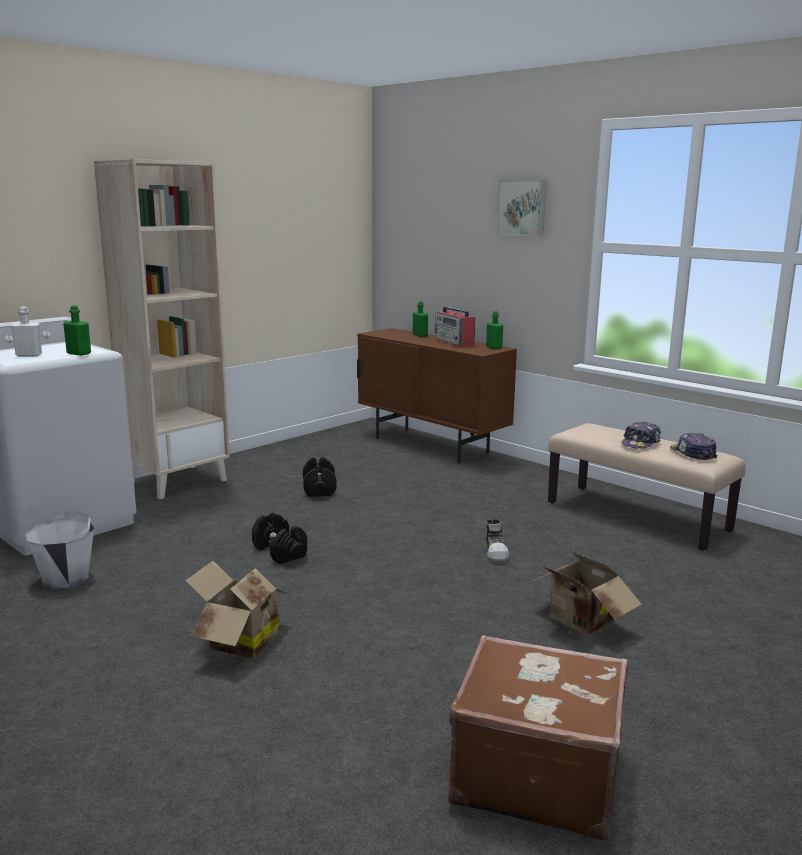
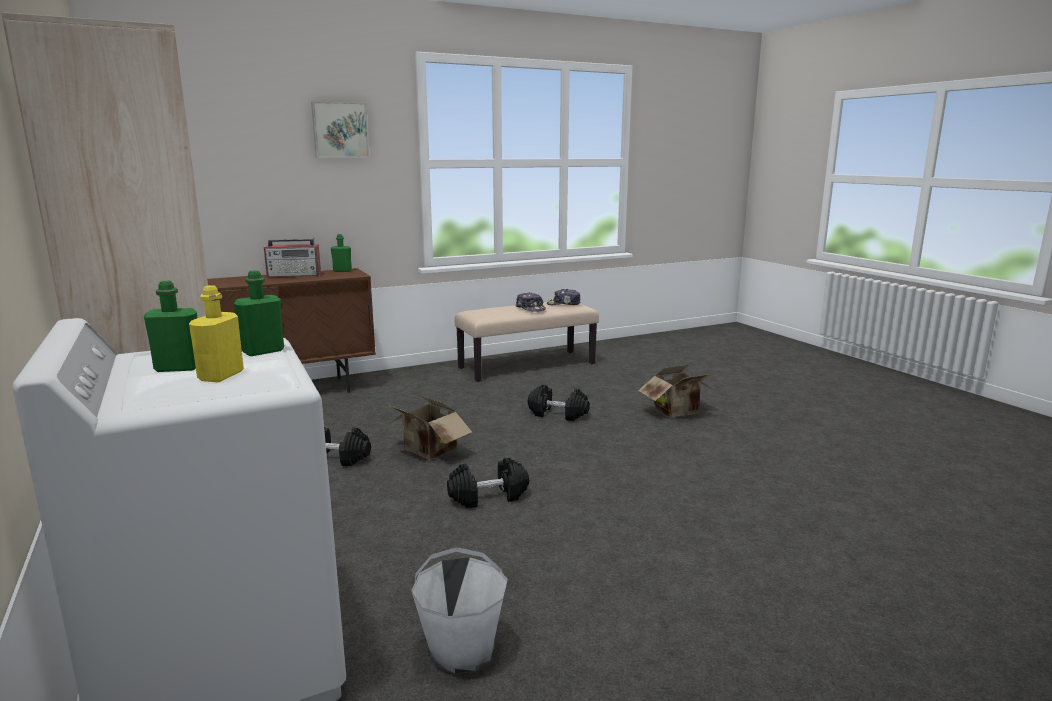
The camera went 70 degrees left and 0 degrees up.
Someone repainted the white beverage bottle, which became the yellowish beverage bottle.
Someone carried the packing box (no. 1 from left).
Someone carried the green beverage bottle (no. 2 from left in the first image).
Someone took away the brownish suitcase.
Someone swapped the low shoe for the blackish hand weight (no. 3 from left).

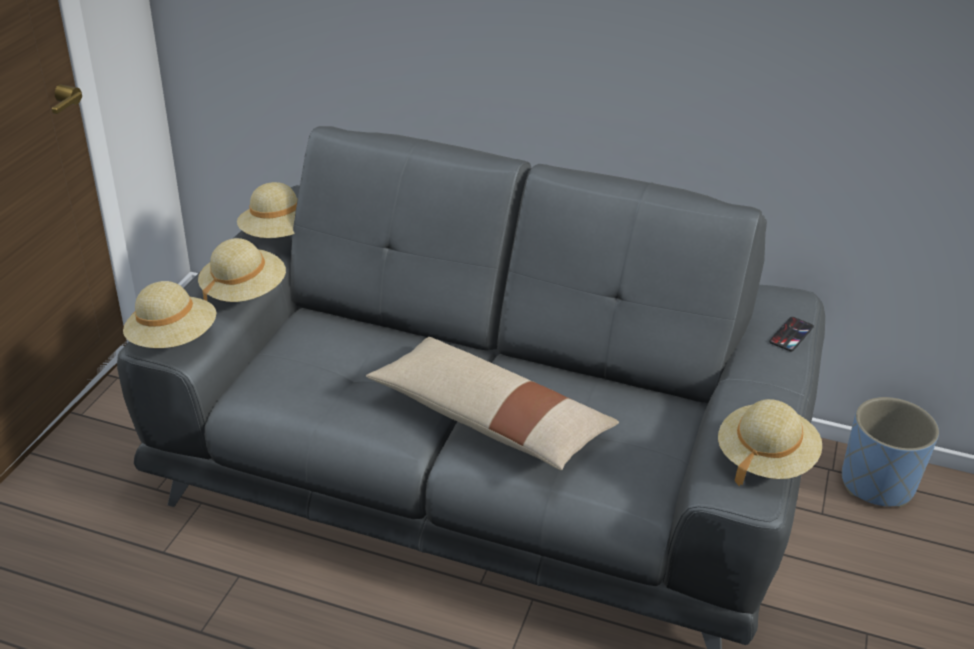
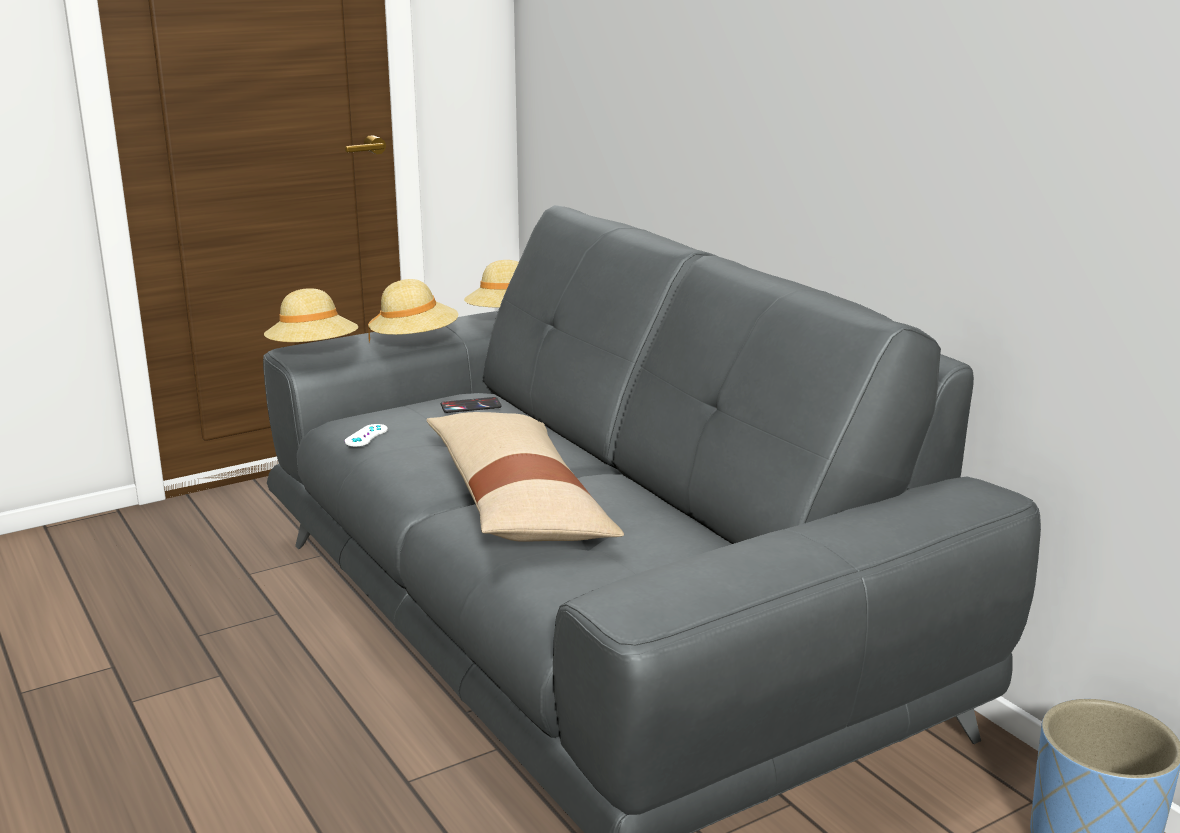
The camera went 40 degrees right and 15 degrees down.
Someone took away the sand-coloured clothing hat (no. 4 from left).
Someone carried the phone.
Someone put down the white joypad.

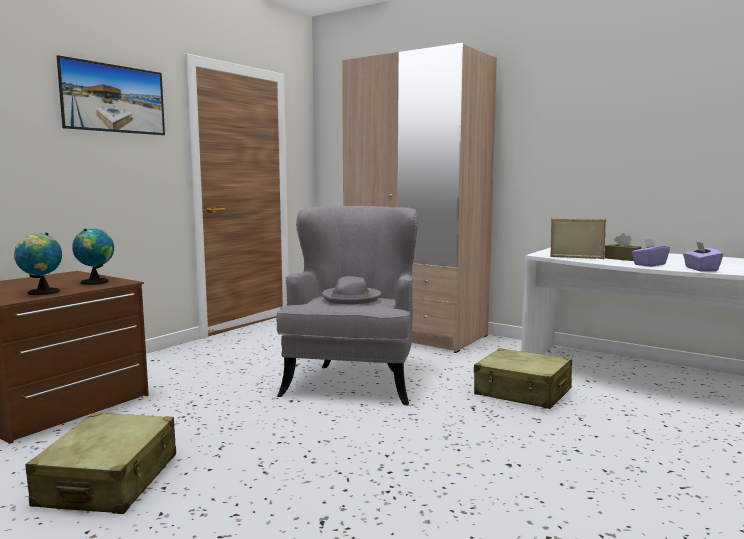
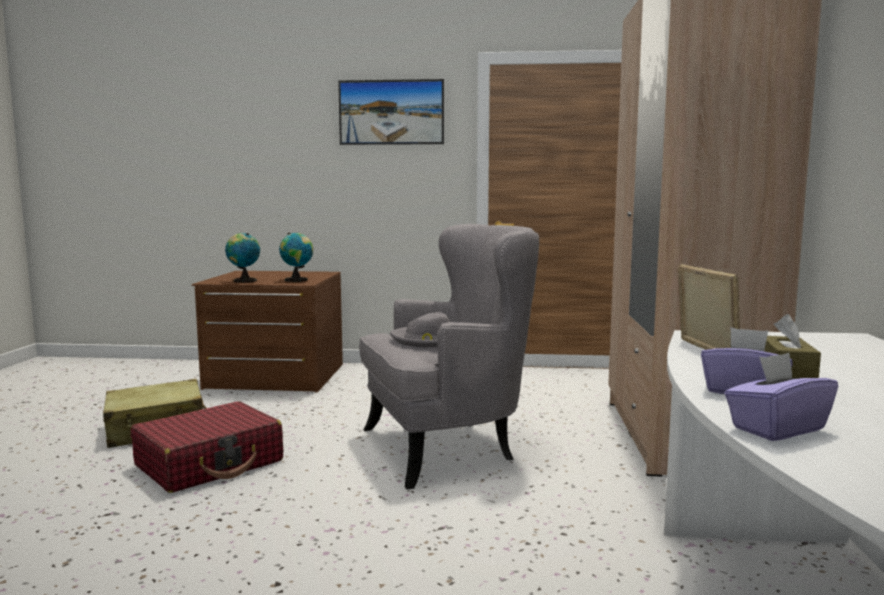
The camera went 60 degrees right and 0 degrees up.
Someone took away the sand-coloured suitcase (no. 2 from left).
Someone put down the red suitcase.

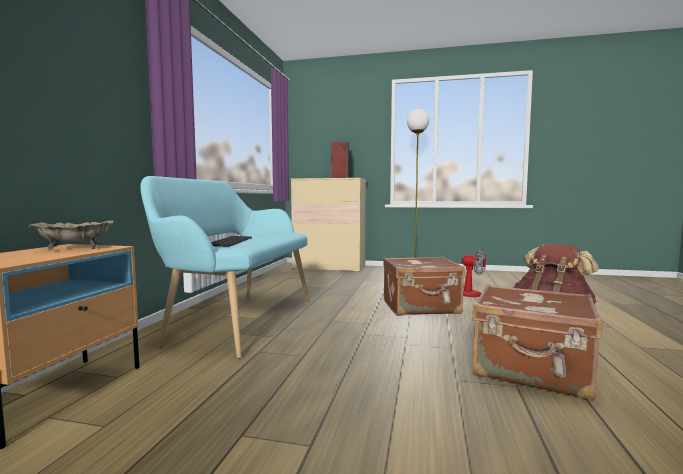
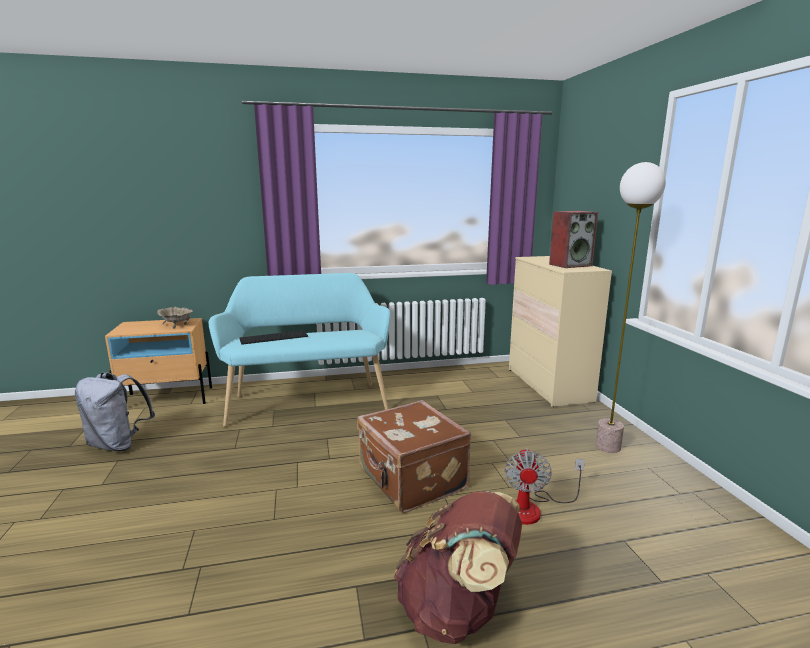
The camera went 65 degrees right and 10 degrees up.
Someone took away the brownish suitcase (no. 2 from left).
Someone put down the greyish backpack.

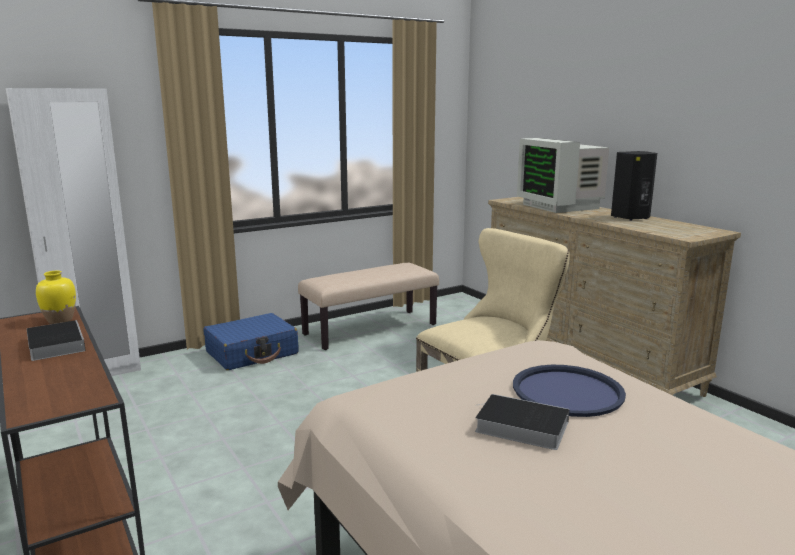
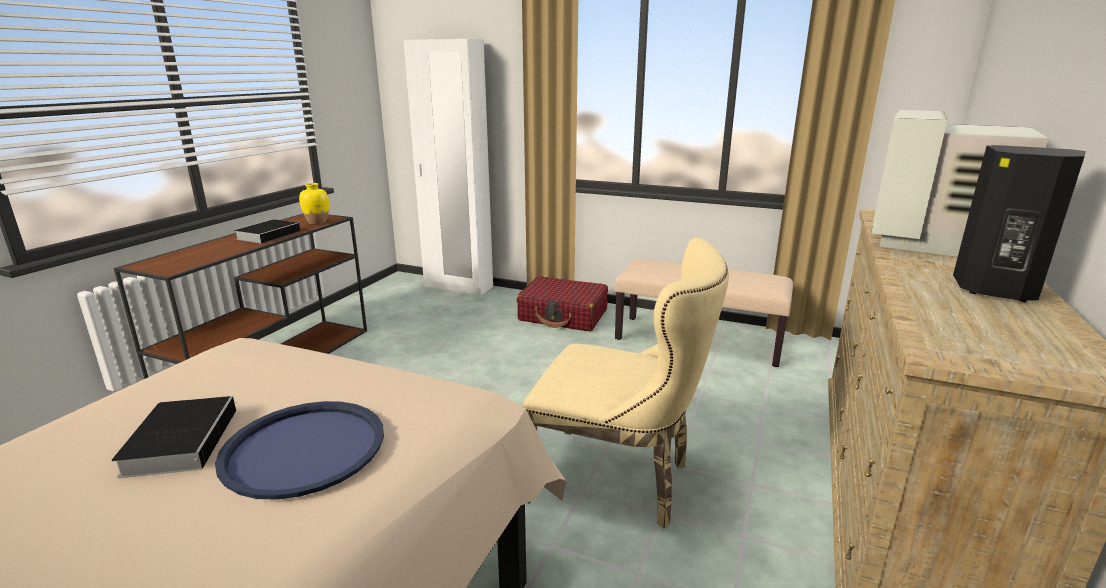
The camera went 55 degrees right and 5 degrees up.
Someone repainted the blue suitcase, which became the red suitcase.

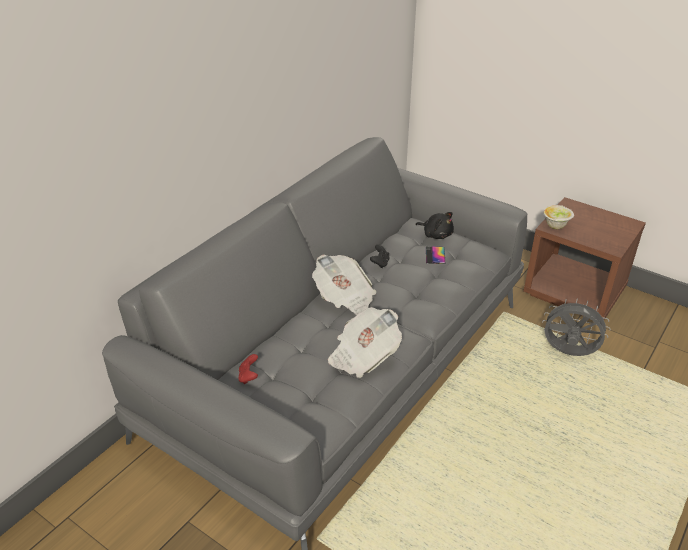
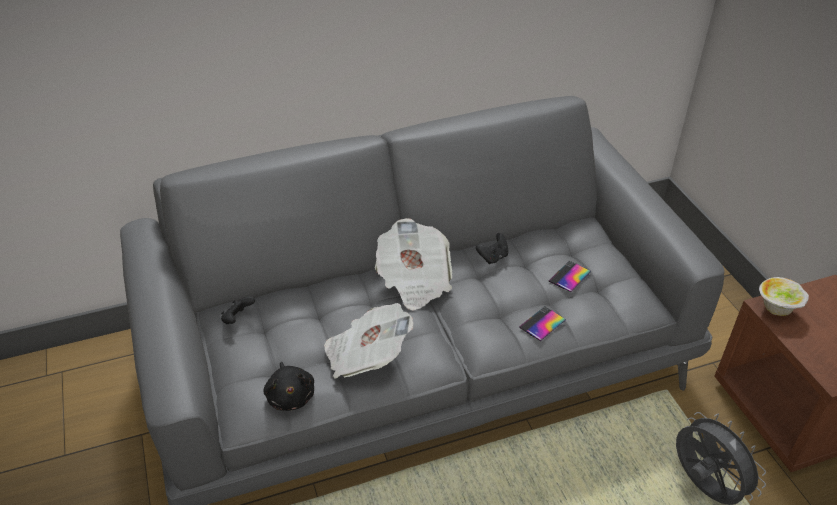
The camera went 35 degrees right and 5 degrees up.
Someone repainted the red joypad, which became the blackish joypad (no. 1 from left).
Someone carried the blackish cuddly toy.
Someone put down the phone (no. 1 from left).

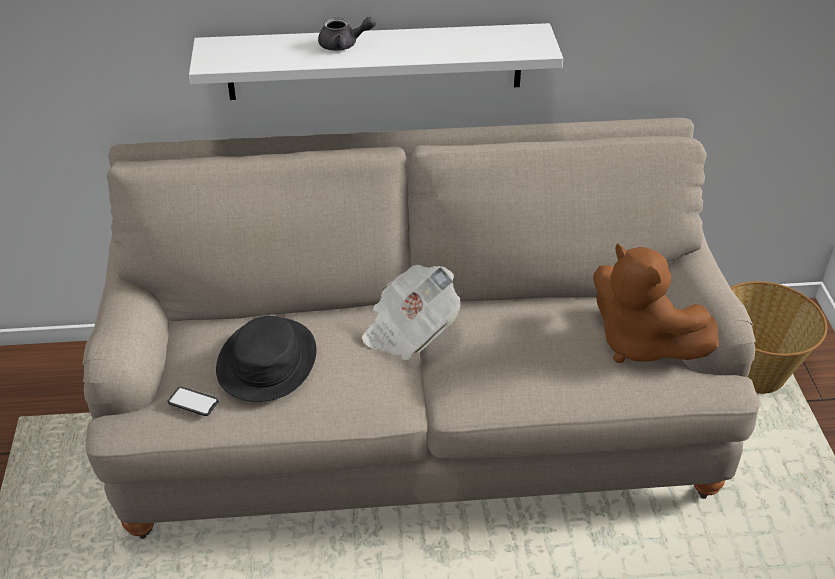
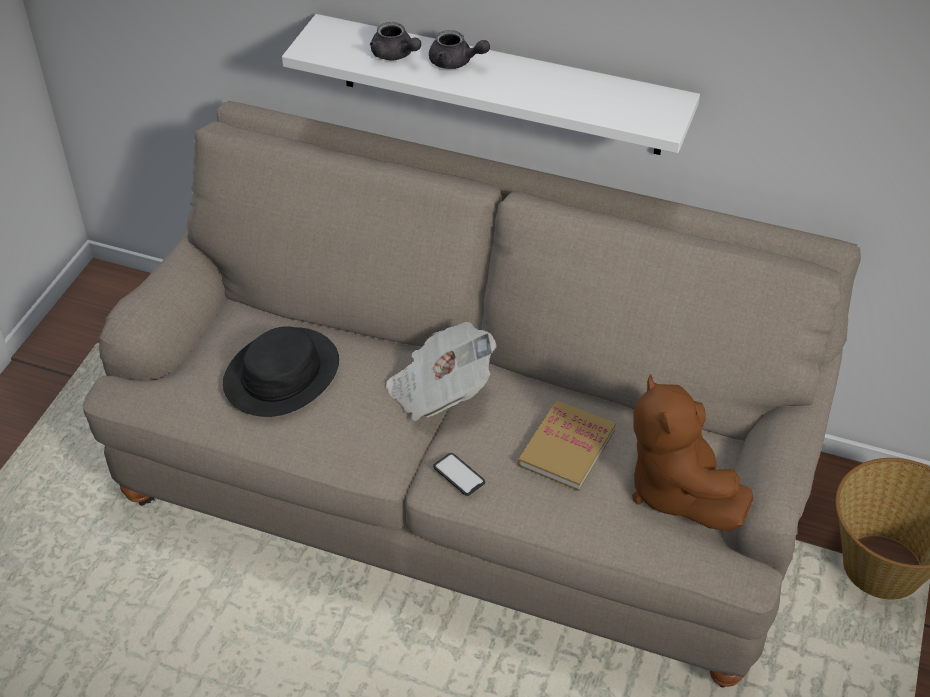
The camera went 25 degrees right and 5 degrees up.
Someone carried the phone.
Someone put down the greyish teapot (no. 1 from left).
Someone put down the book.

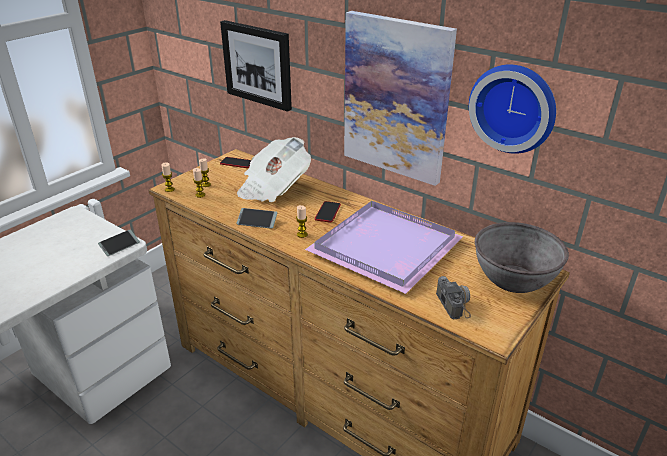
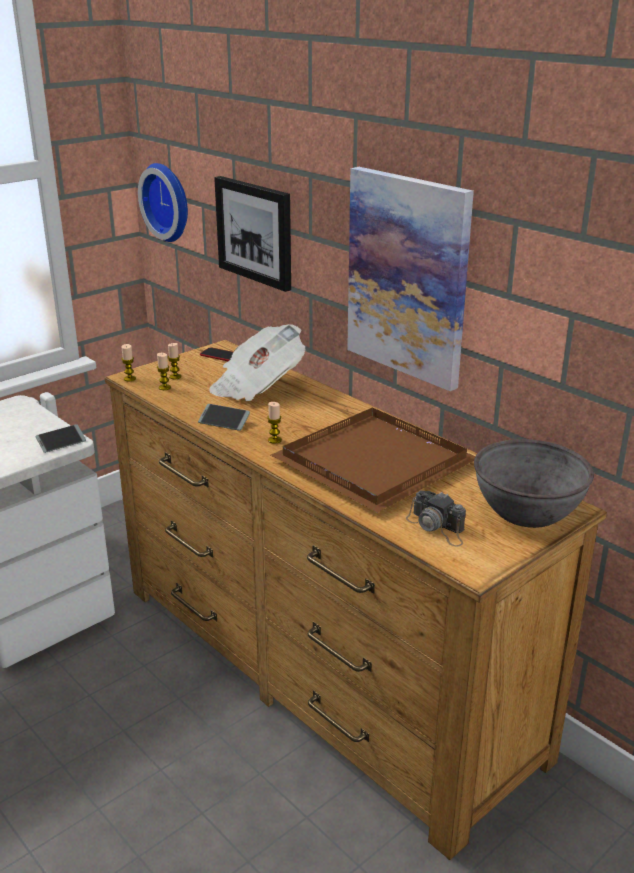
The camera went 10 degrees right and 5 degrees down.
Someone repainted the purple tray, which became the brownish tray.
Someone took away the phone (no. 4 from left).
Someone rotated the still camera by 135 degrees clockwise.
Someone carried the clock on the wall.

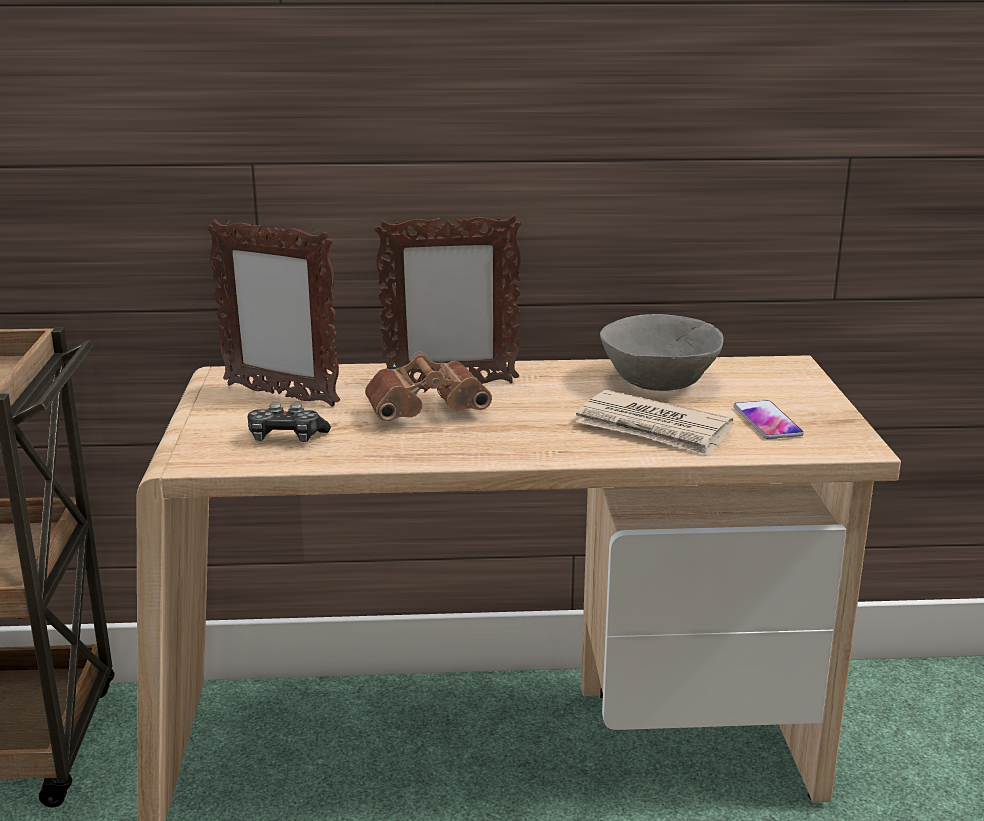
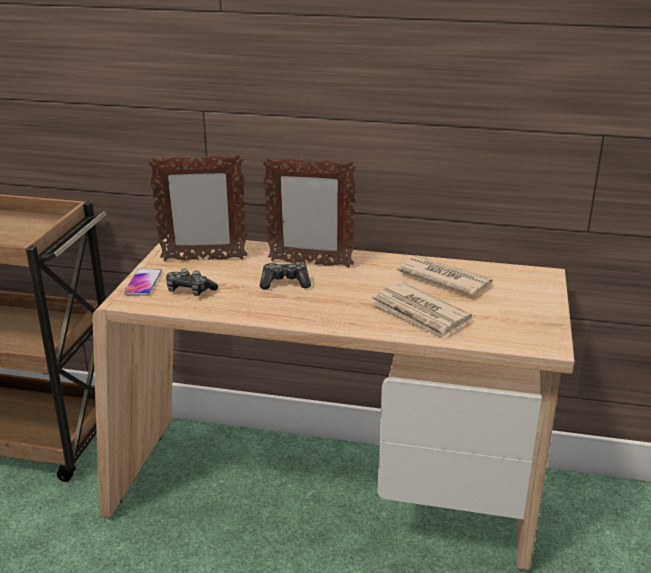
The camera went 15 degrees right and 5 degrees up.
Someone rotated the picture frame (no. 1 from left) by 45 degrees counterclockwise.
Someone swapped the brownish binoculars for the joypad (no. 2 from left).
Someone swapped the greyish deep dish for the printed paper (no. 2 from left).
Someone carried the phone.

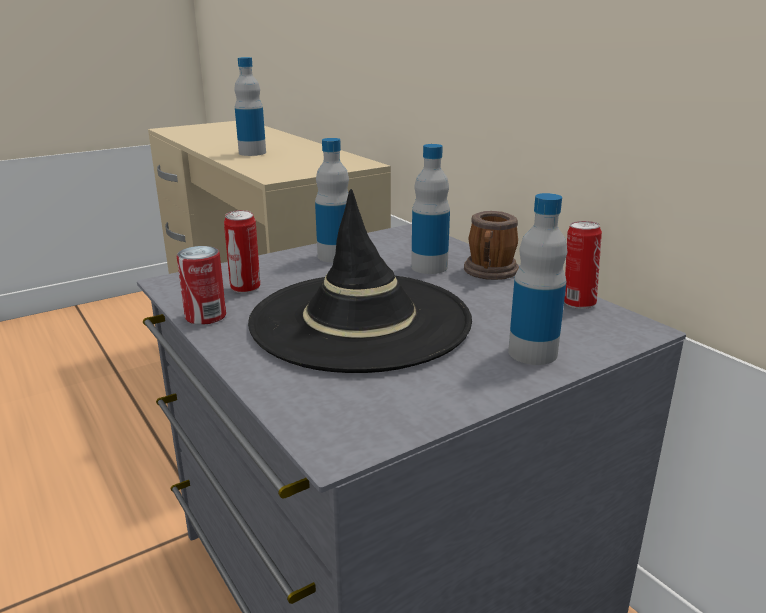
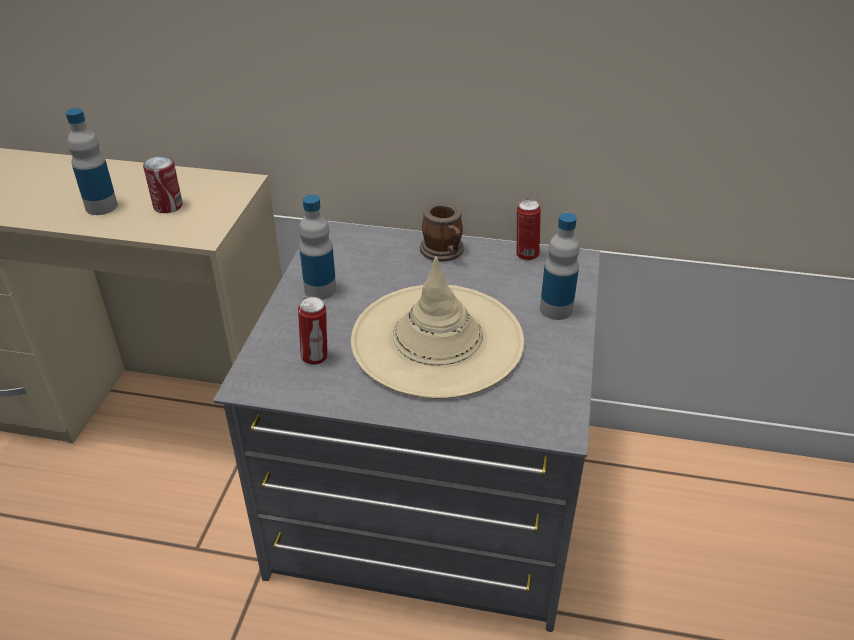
The camera went 45 degrees left and 15 degrees up.
Someone carried the can (no. 1 from left).
Someone repainted the blackish clothing hat, which became the sand-coloured clothing hat.
Someone took away the beverage bottle (no. 3 from left).

